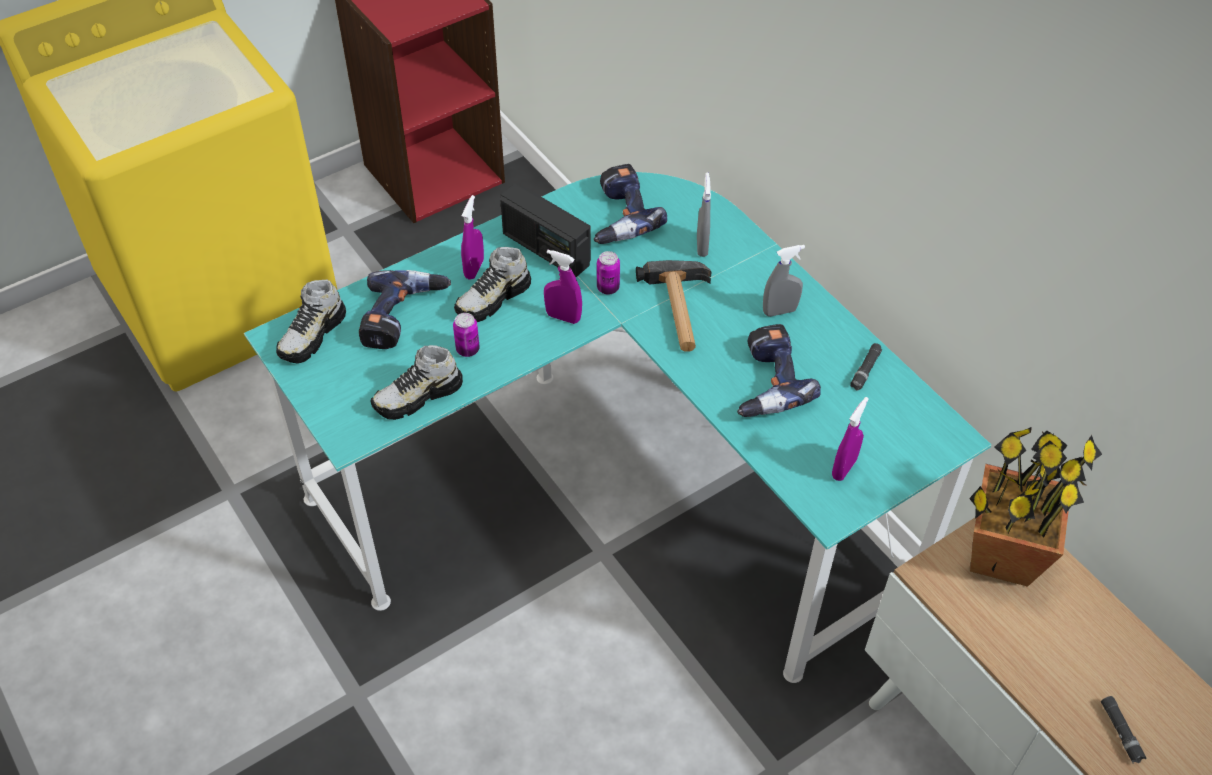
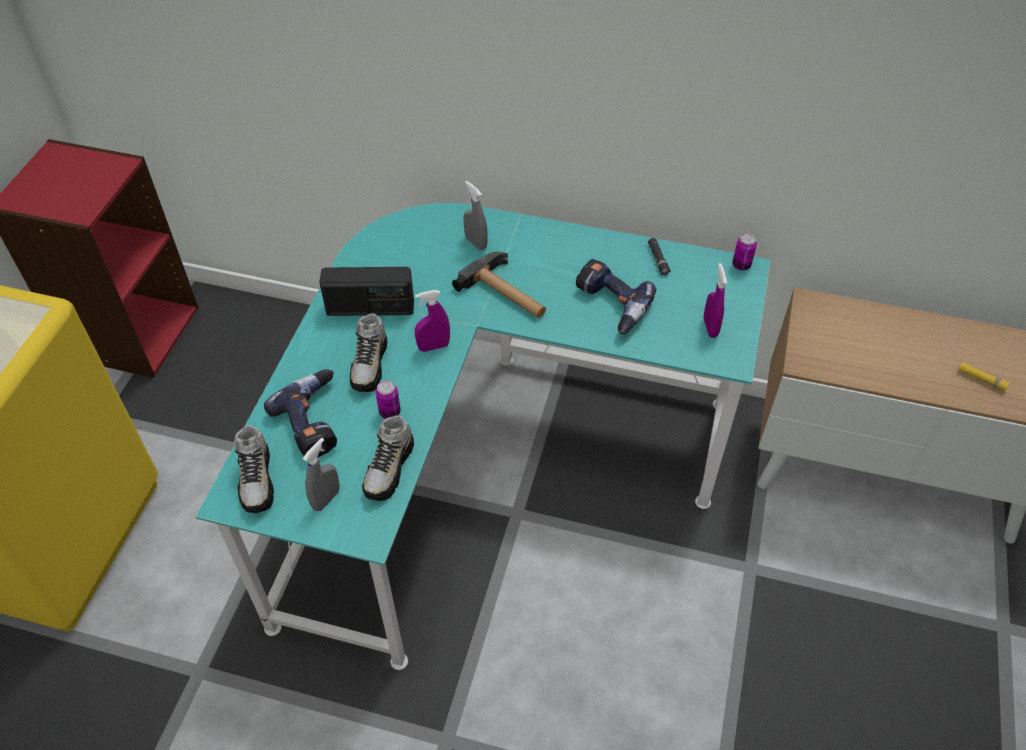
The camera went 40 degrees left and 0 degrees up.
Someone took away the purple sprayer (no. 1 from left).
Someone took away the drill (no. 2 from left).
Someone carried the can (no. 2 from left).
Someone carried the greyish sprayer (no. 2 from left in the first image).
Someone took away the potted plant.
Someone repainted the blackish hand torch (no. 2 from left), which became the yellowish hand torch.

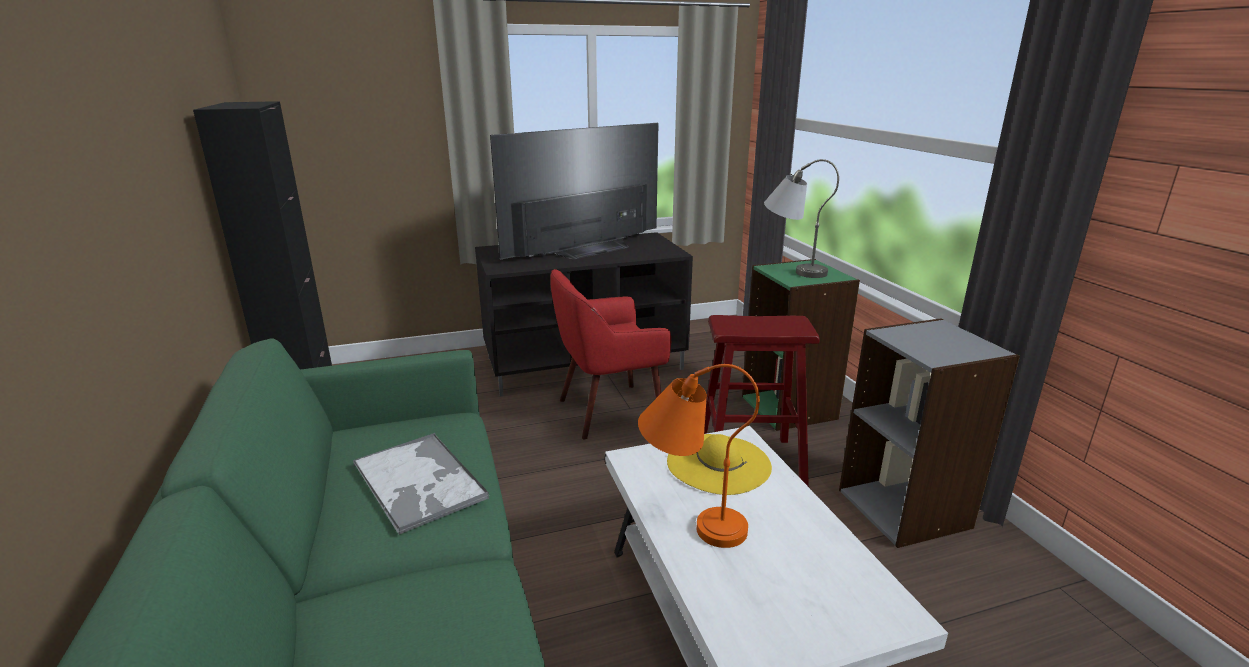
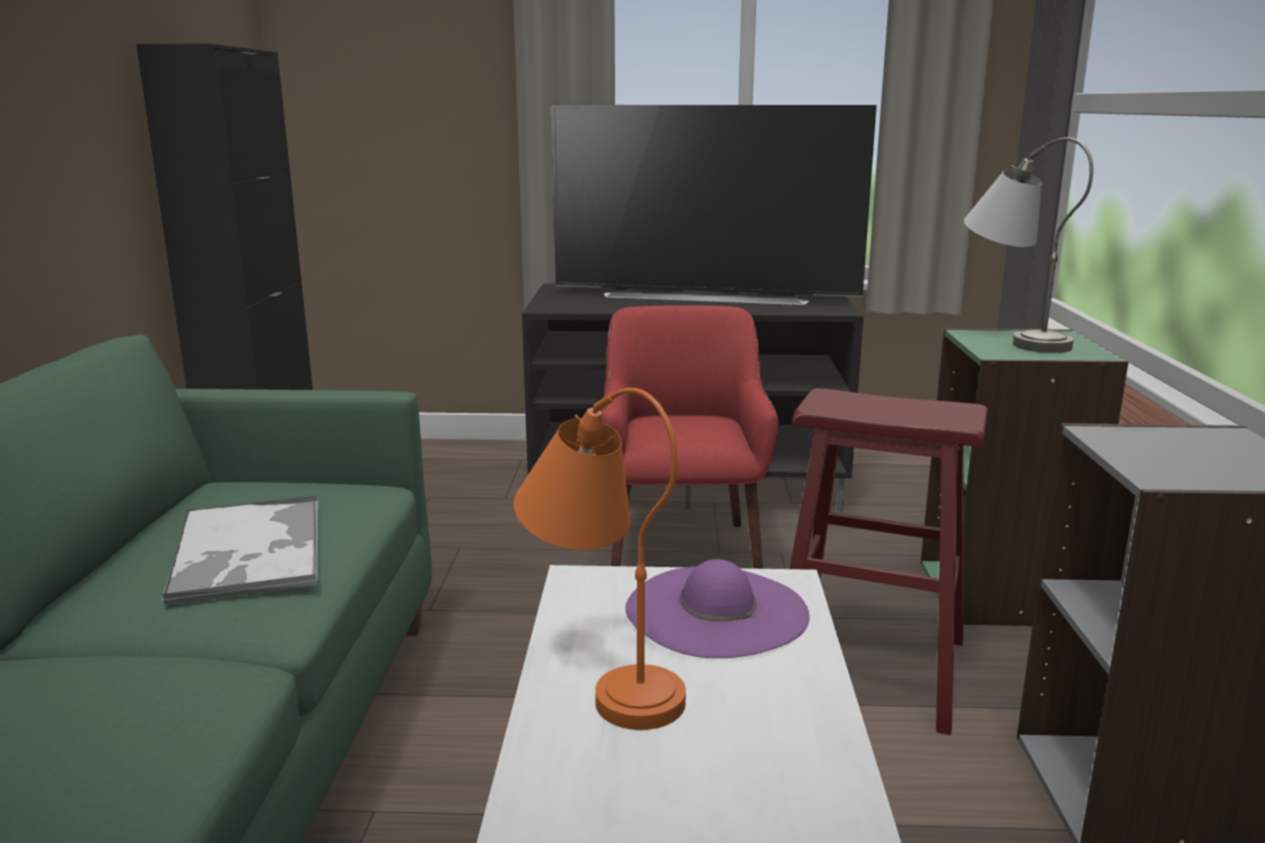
The camera went 20 degrees right and 5 degrees down.
Someone rotated the TV set by 150 degrees counterclockwise.
Someone rotated the red armchair by 90 degrees clockwise.
Someone repainted the yellowish clothing hat, which became the purple clothing hat.

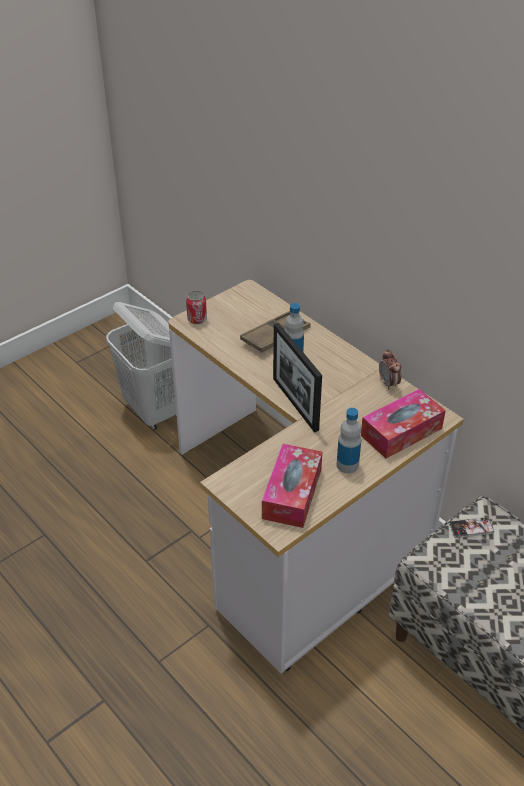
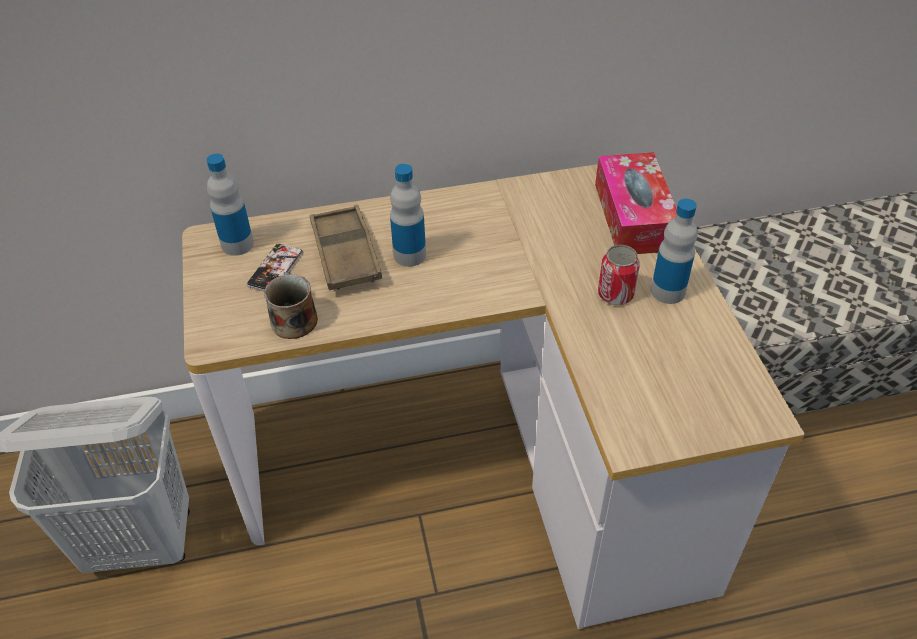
The camera went 60 degrees left and 5 degrees up.
Someone carried the can.
Someone took away the box of tissues (no. 1 from left).
Someone took away the picture frame.
Someone took away the alarm clock.
Someone carried the phone.
Someone put down the beverage bottle (no. 1 from left).
Someone put down the coffee mug.

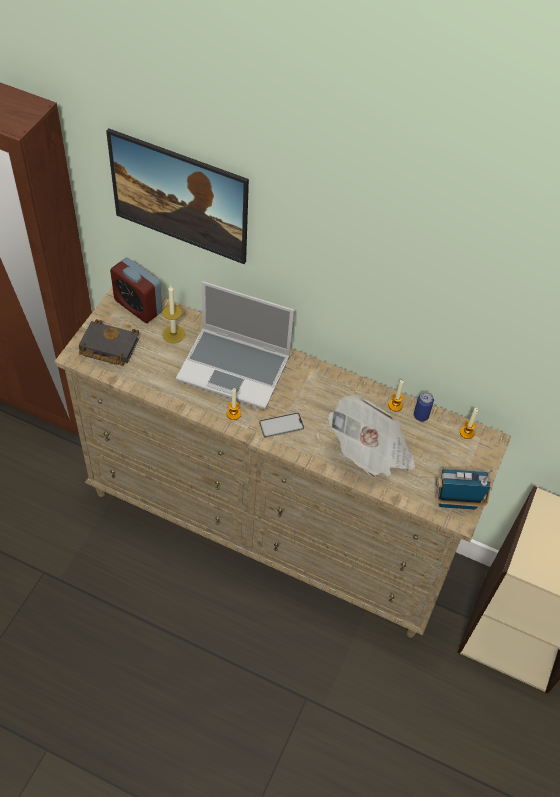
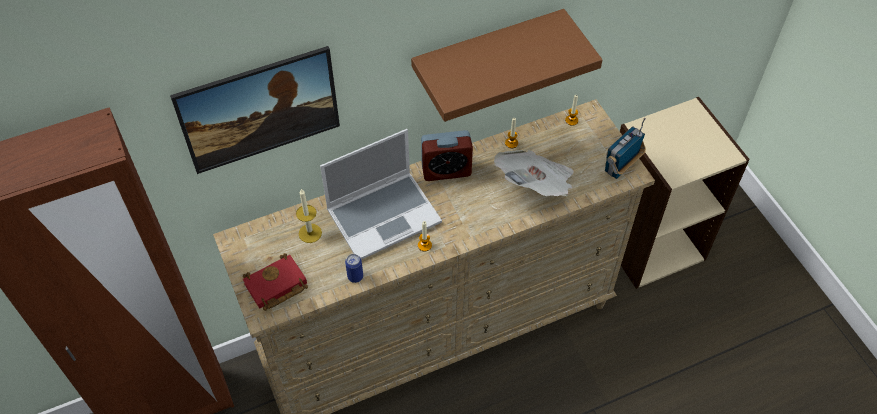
The camera went 45 degrees left and 0 degrees up.
Someone repainted the blackish book, which became the red book.
Someone carried the alarm clock.
Someone took away the phone.
Someone carried the can.
Someone put up the brownish shelf.

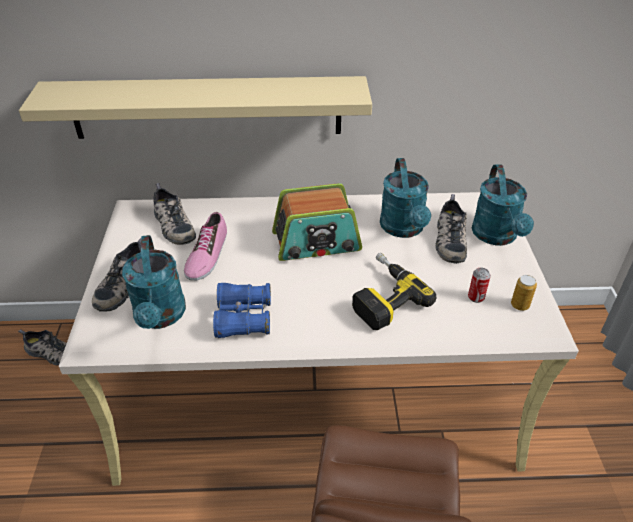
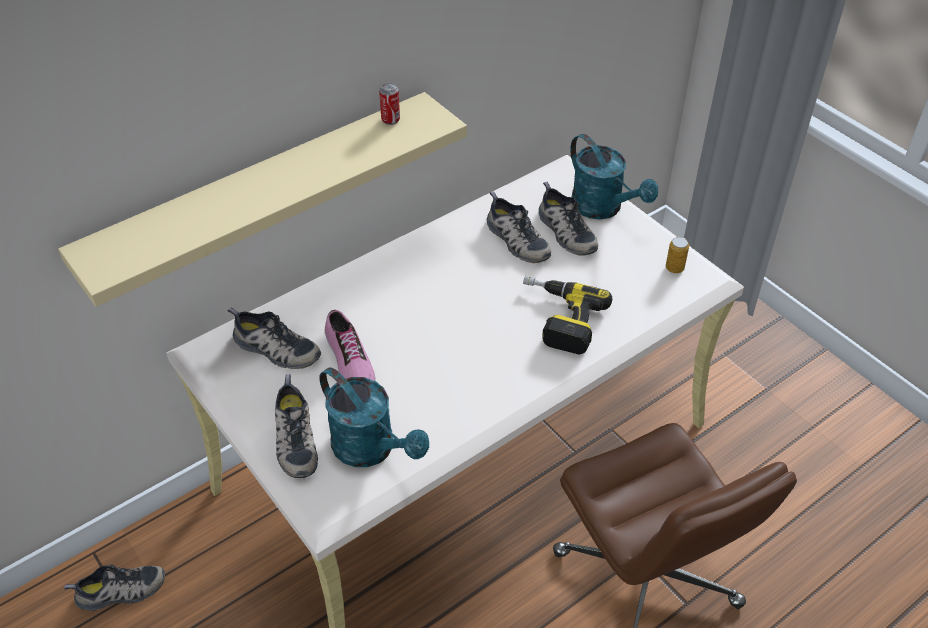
The camera went 35 degrees left and 5 degrees up.
Someone took away the blue binoculars.
Someone took away the radio.
Someone swapped the blue-green sprinkling can (no. 2 from left) for the low shoe (no. 5 from left).
Someone carried the can (no. 1 from left).

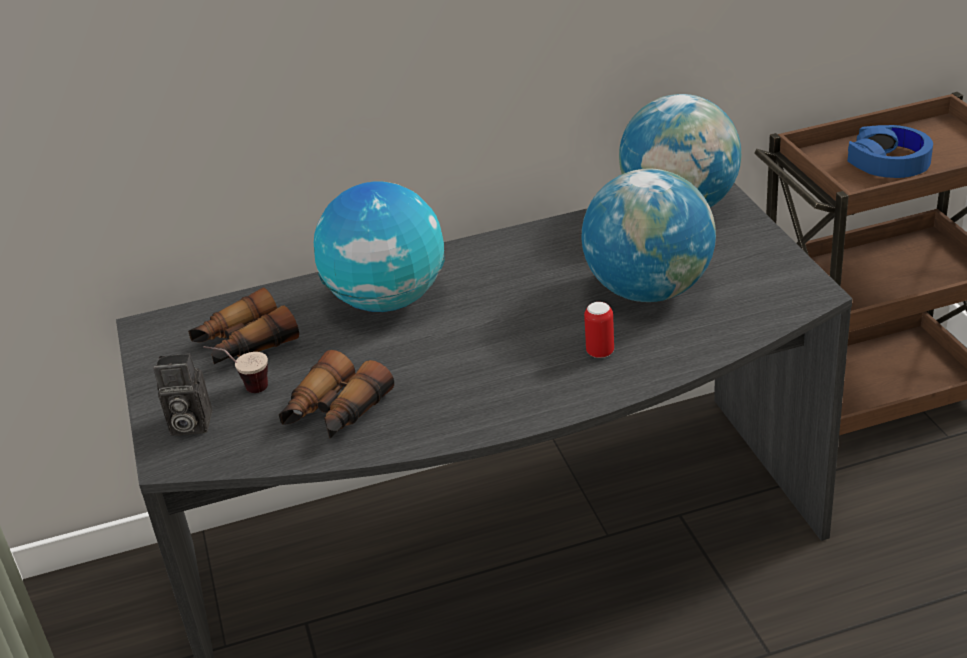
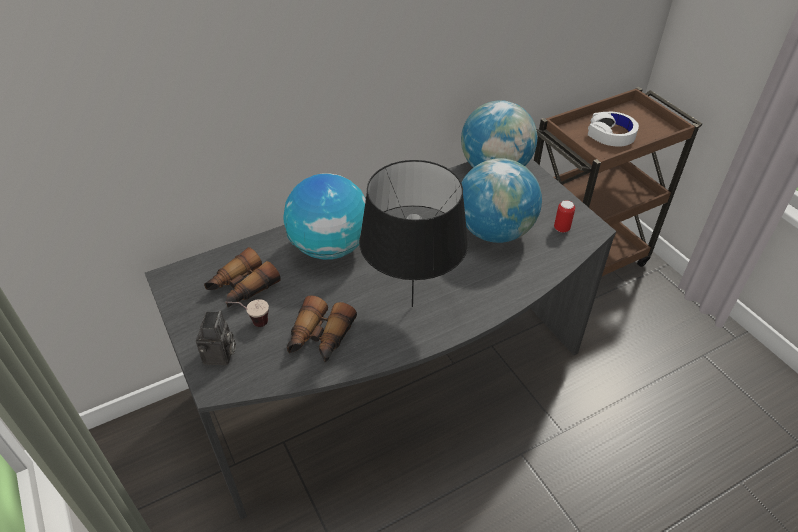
The camera went 15 degrees left and 10 degrees up.
Someone rotated the still camera by 75 degrees counterclockwise.
Someone carried the can.
Someone repainted the blue headphones, which became the white headphones.
Someone put down the blackish tabletop lamp.

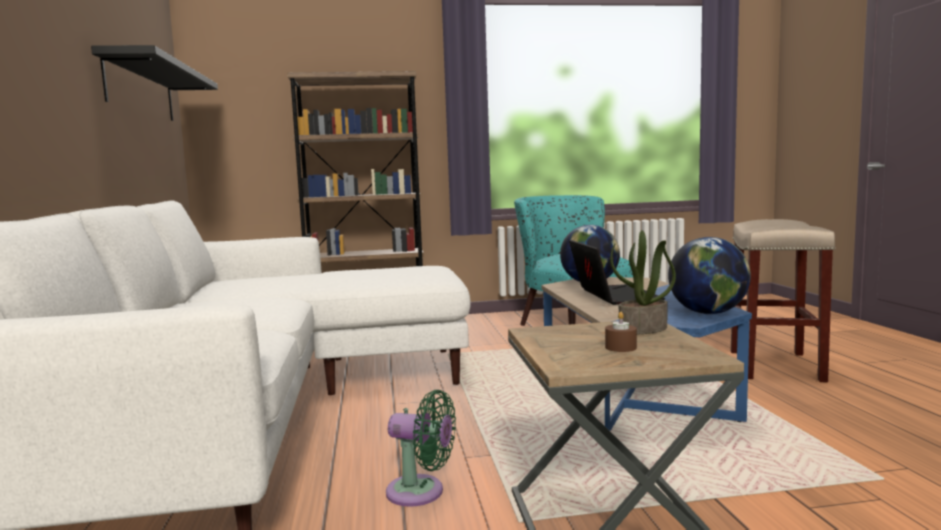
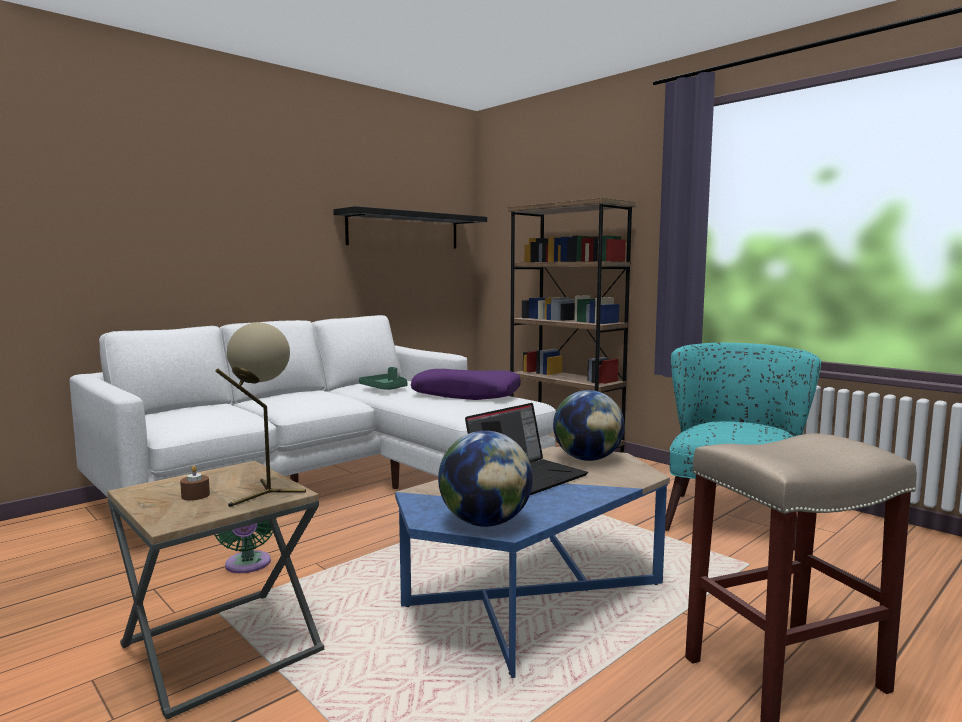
The camera went 55 degrees right and 0 degrees up.
Someone swapped the potted plant for the sand-coloured tabletop lamp.
Someone put down the green tray.
Someone put down the purple pillow.

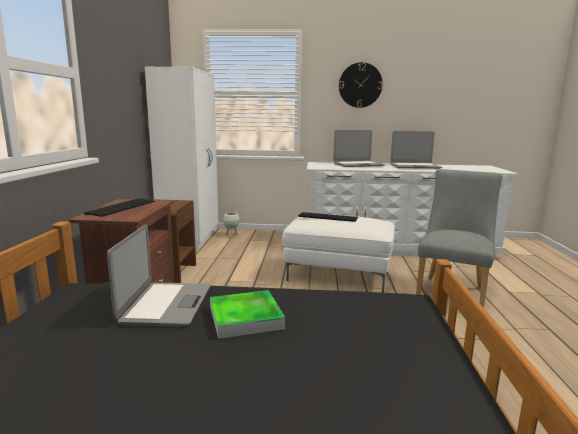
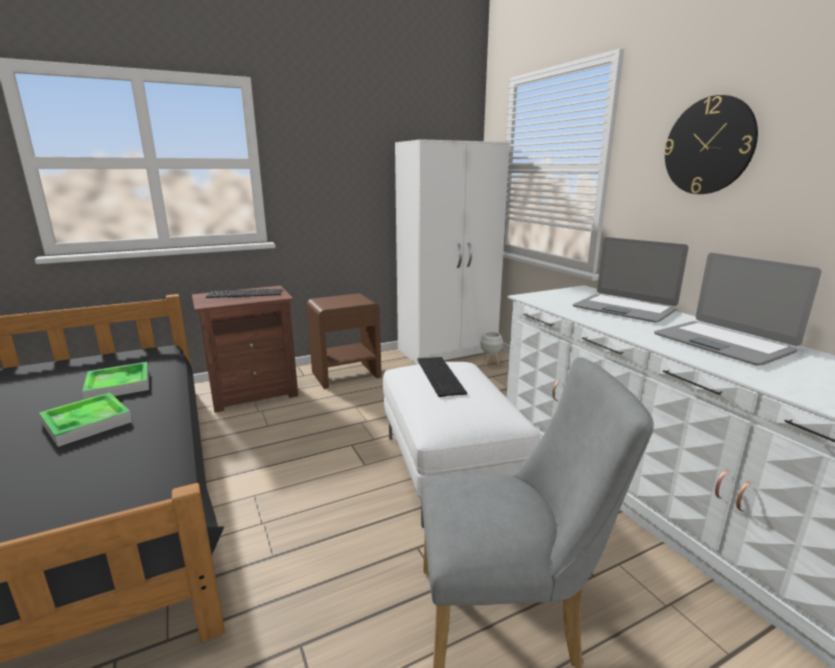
The camera went 60 degrees right and 5 degrees up.
Someone swapped the notebook computer (no. 1 from left) for the tray (no. 2 from left).

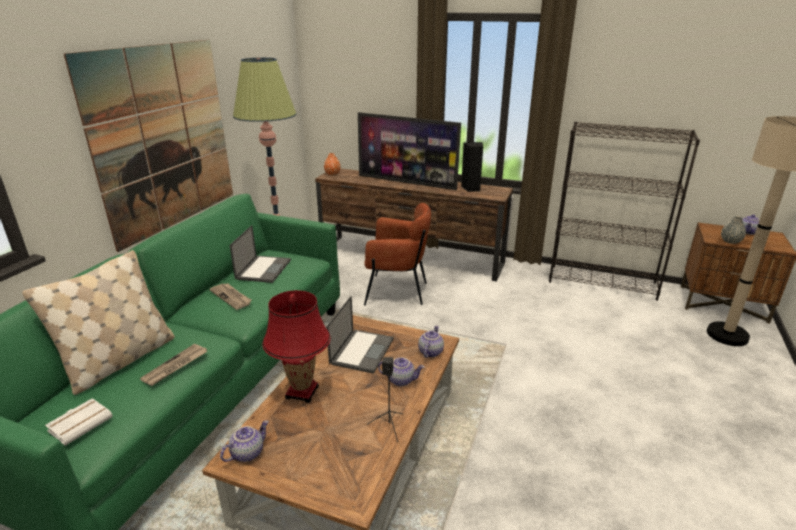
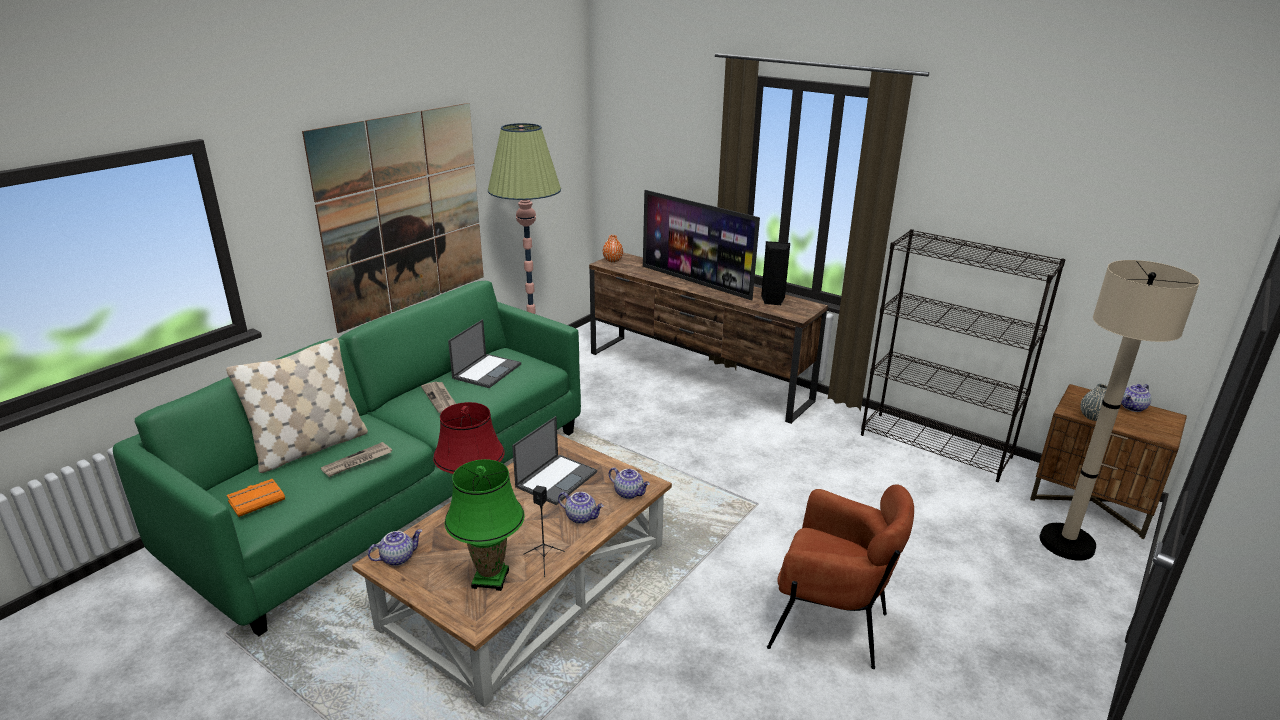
The camera went 15 degrees right and 0 degrees up.
Someone repainted the white book, which became the orangey book.
Someone carried the brownish armchair.
Someone rotated the teapot (no. 3 from left) by 90 degrees clockwise.
Someone put down the green tabletop lamp.

